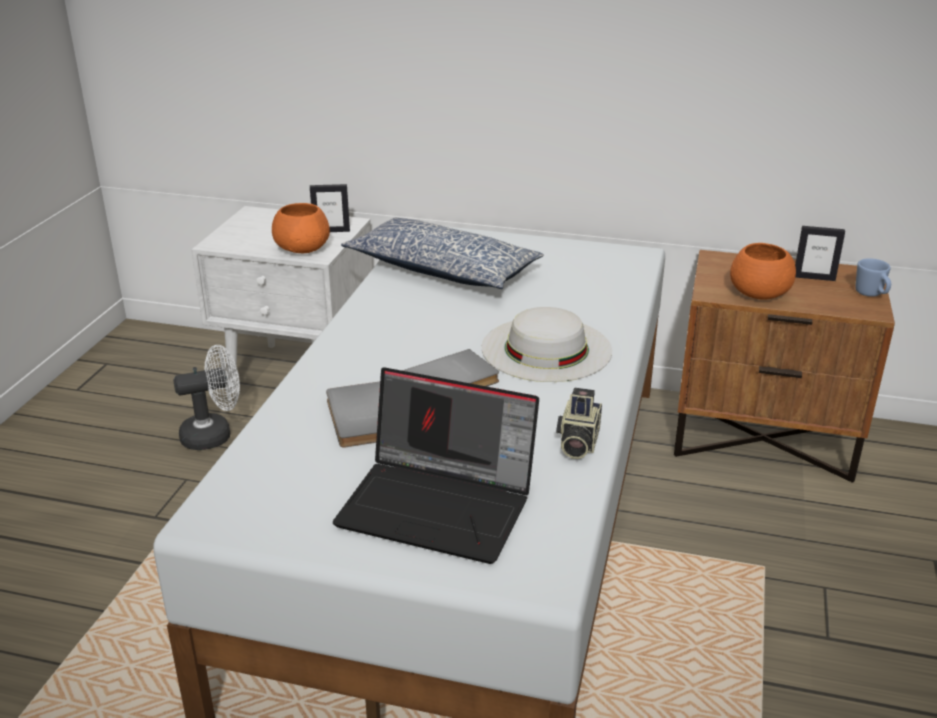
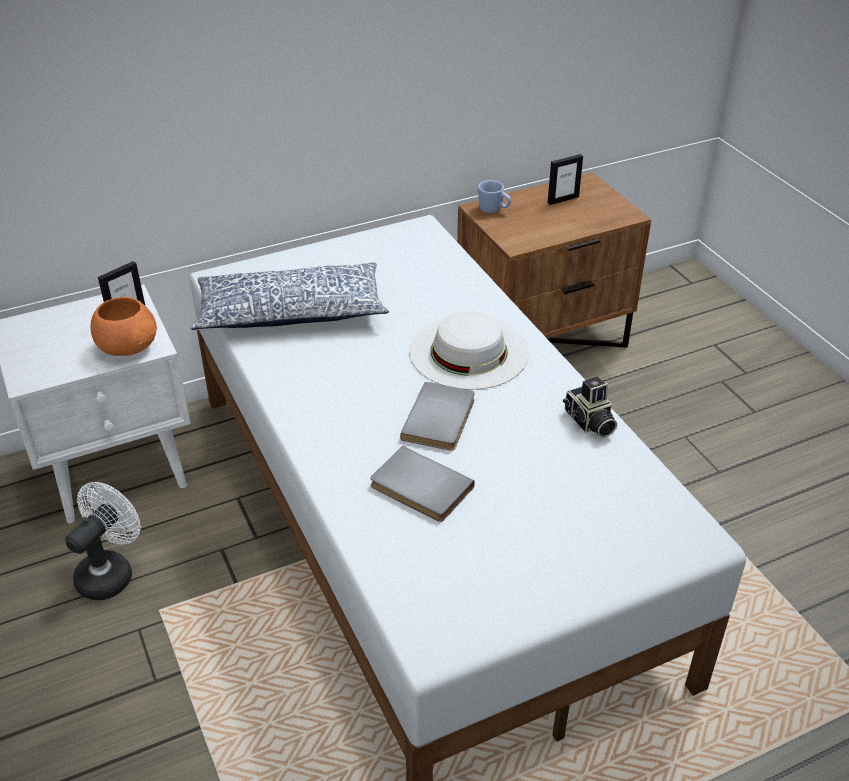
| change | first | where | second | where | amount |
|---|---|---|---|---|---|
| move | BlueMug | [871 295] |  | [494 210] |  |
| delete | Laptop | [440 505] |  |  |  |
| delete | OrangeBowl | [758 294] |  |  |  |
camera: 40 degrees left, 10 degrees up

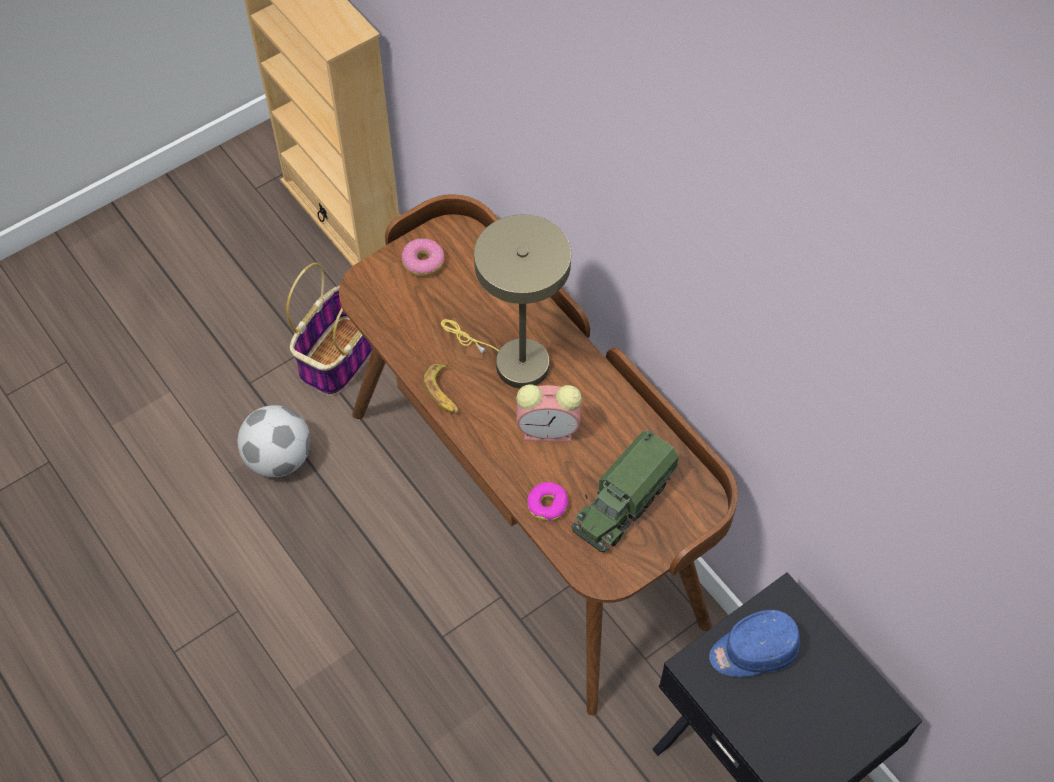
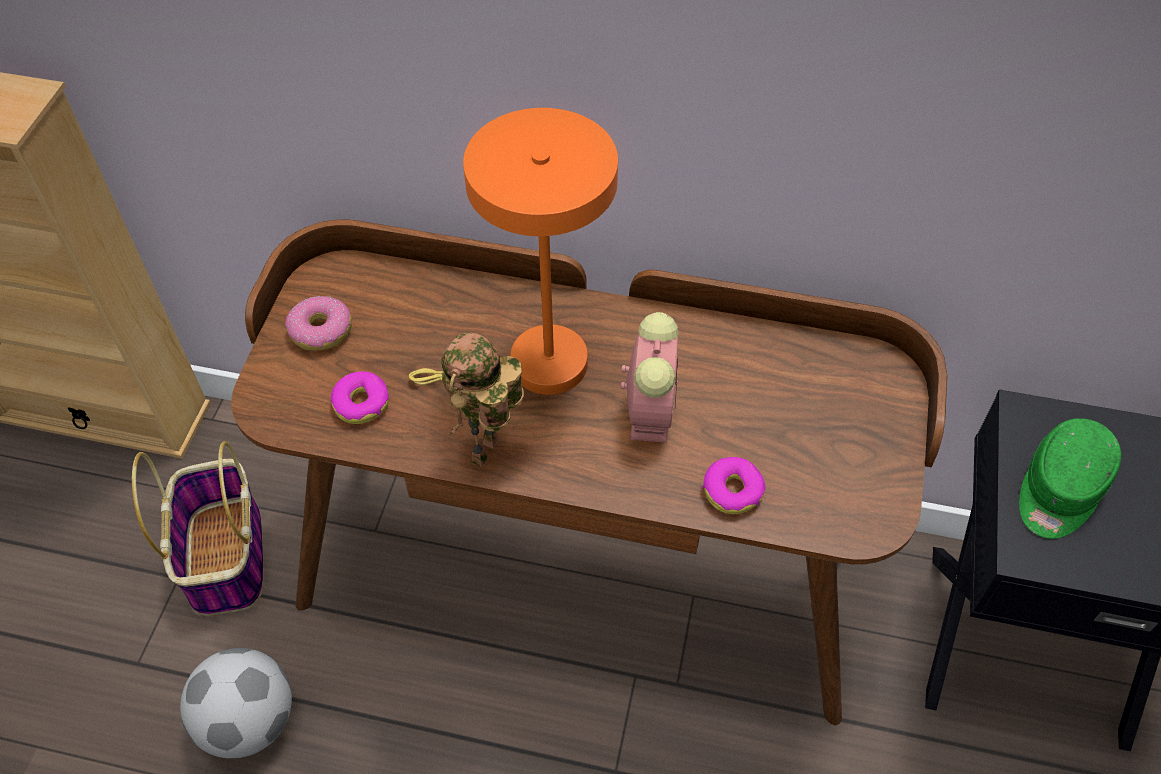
| change | first | where | second | where | amount |
|---|---|---|---|---|---|
| insert |  |  | Donut | [361 403] |  |
| recolor | BeigeTableLamp | [512 361] | OrangeTableLamp | [533 367] |  |
| replace | Banana | [443 392] | ToyRobot | [487 455] |  |
| rotate | AlarmClock | [550 430] |  | [649 409] | 45 degrees counterclockwise |
| recolor | BlueCap | [752 651] | GreenCap | [1059 491] |  |
| delete | ToyTruck | [622 503] |  |  |  |
camera: 40 degrees left, 5 degrees down

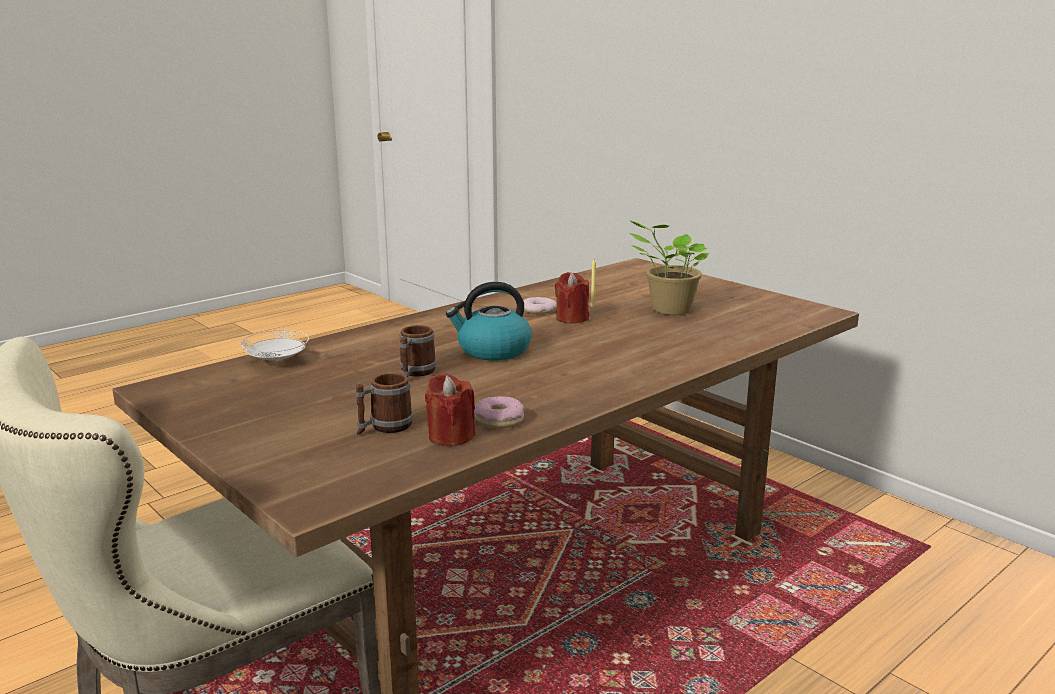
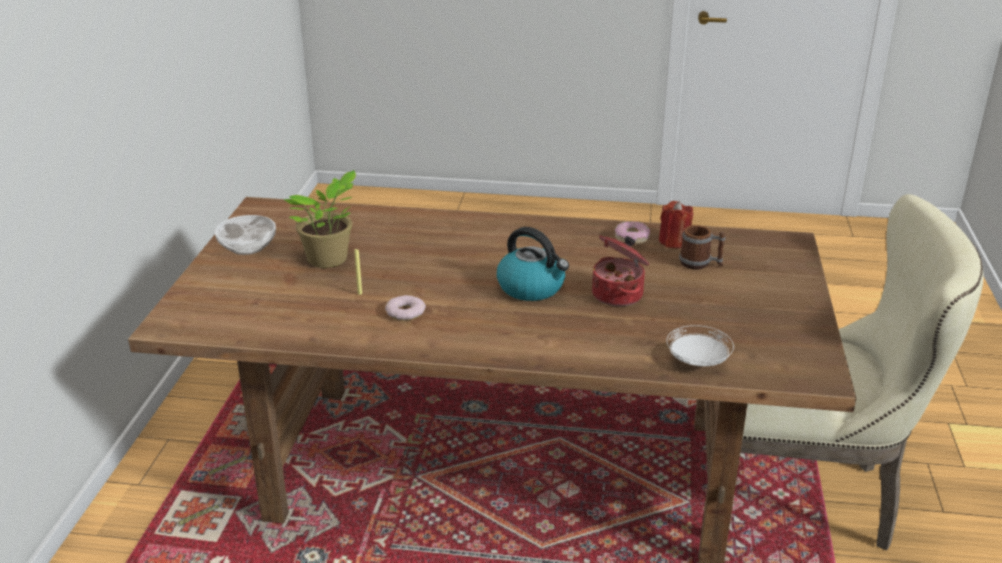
| change | first | where | second | where | amount |
|---|---|---|---|---|---|
| insert |  |  | Bowl | [246 247] |  |
| replace | Mug | [415 373] | CookingPot | [619 294] |  |
| delete | RedCandle | [572 318] |  |  |  |
camera: 130 degrees left, 10 degrees up

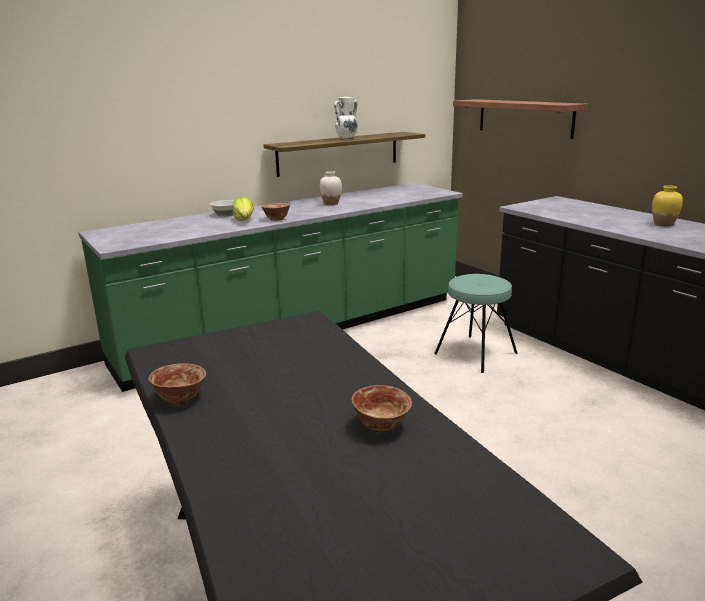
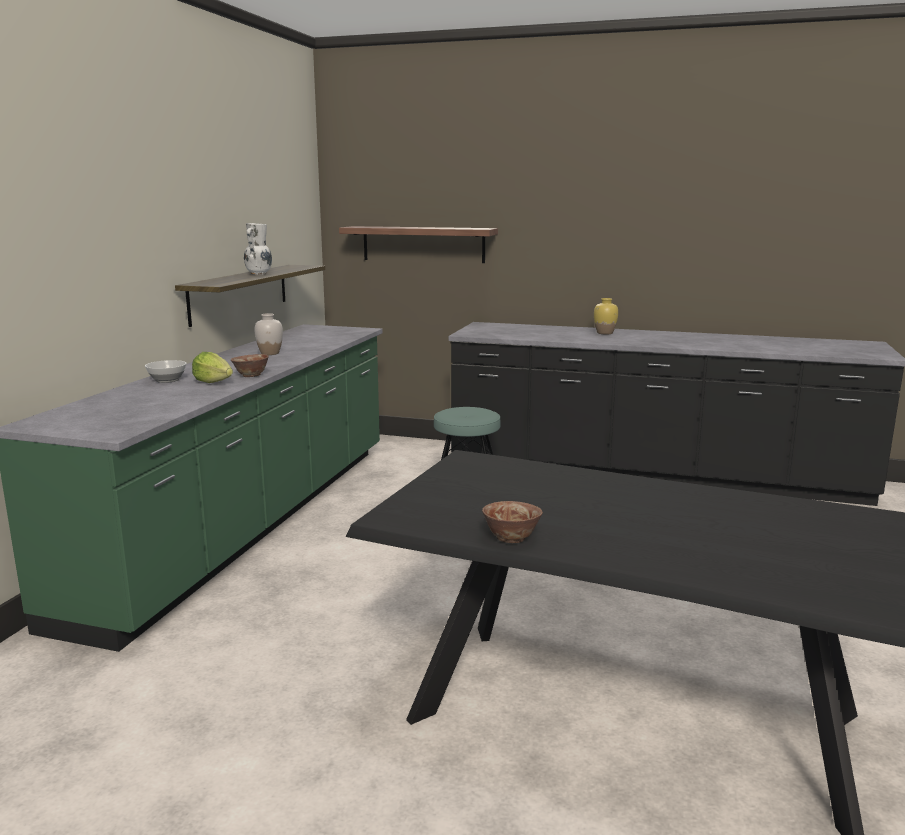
| change | first | where | second | where | amount |
|---|---|---|---|---|---|
| delete | Bowl | [381 426] |  |  |  |
camera: 40 degrees left, 5 degrees down

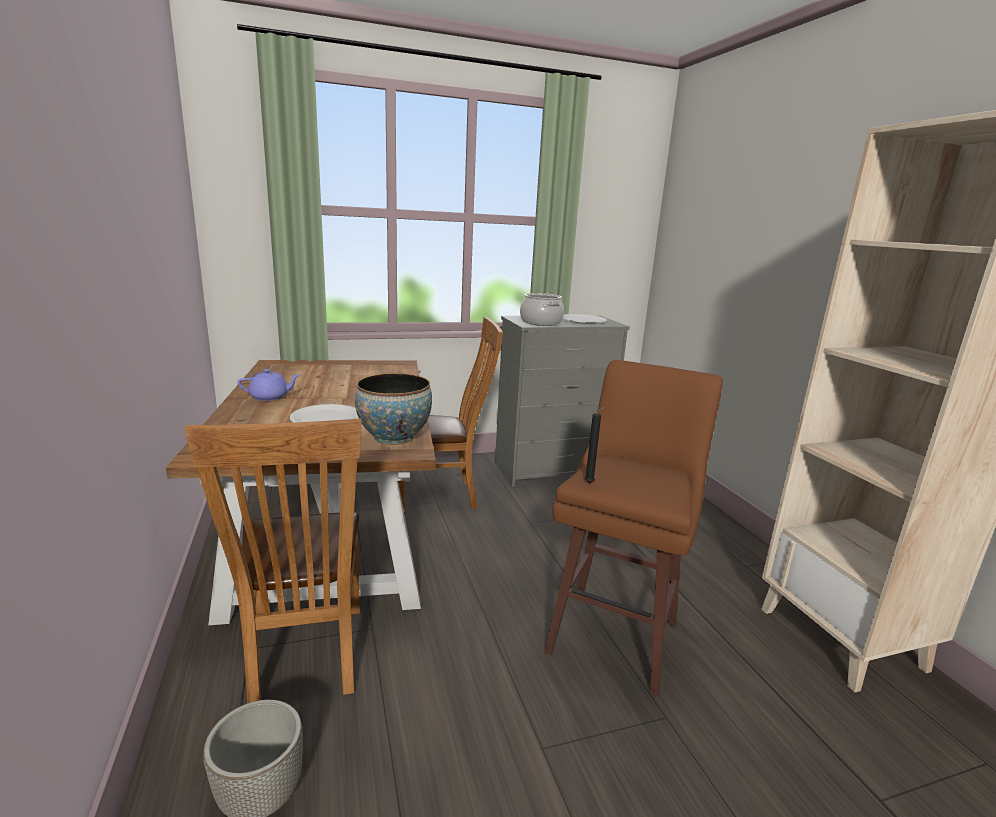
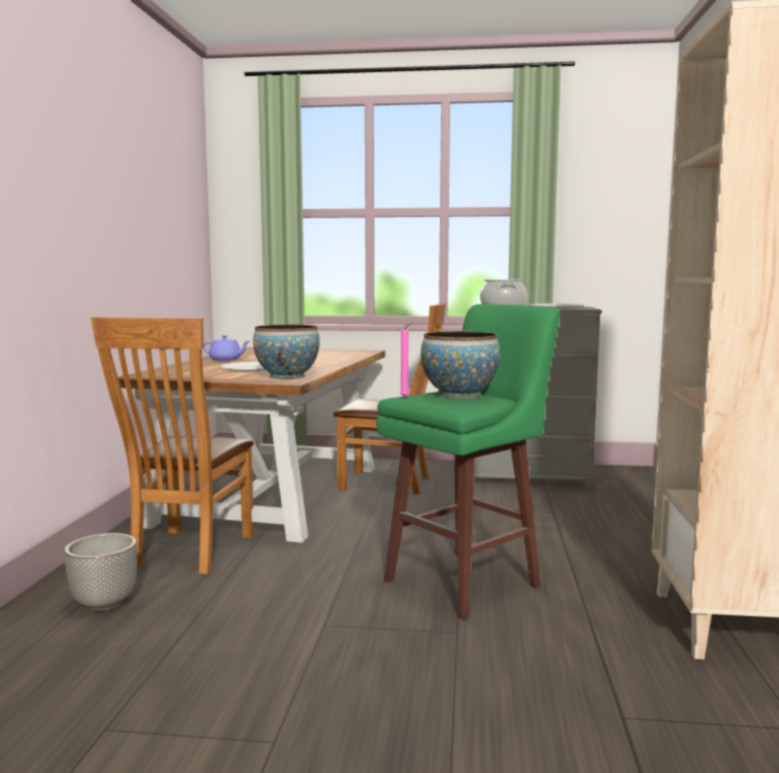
| change | first | where | second | where | amount |
|---|---|---|---|---|---|
| recolor | BrownStool | [615 635] | GreenStool | [466 583] |  |
| recolor | BlackCandle | [590 483] | PinkCandle | [406 397] |  |
| insert |  |  | Bowl | [459 395] |  |
camera: 25 degrees right, 10 degrees down

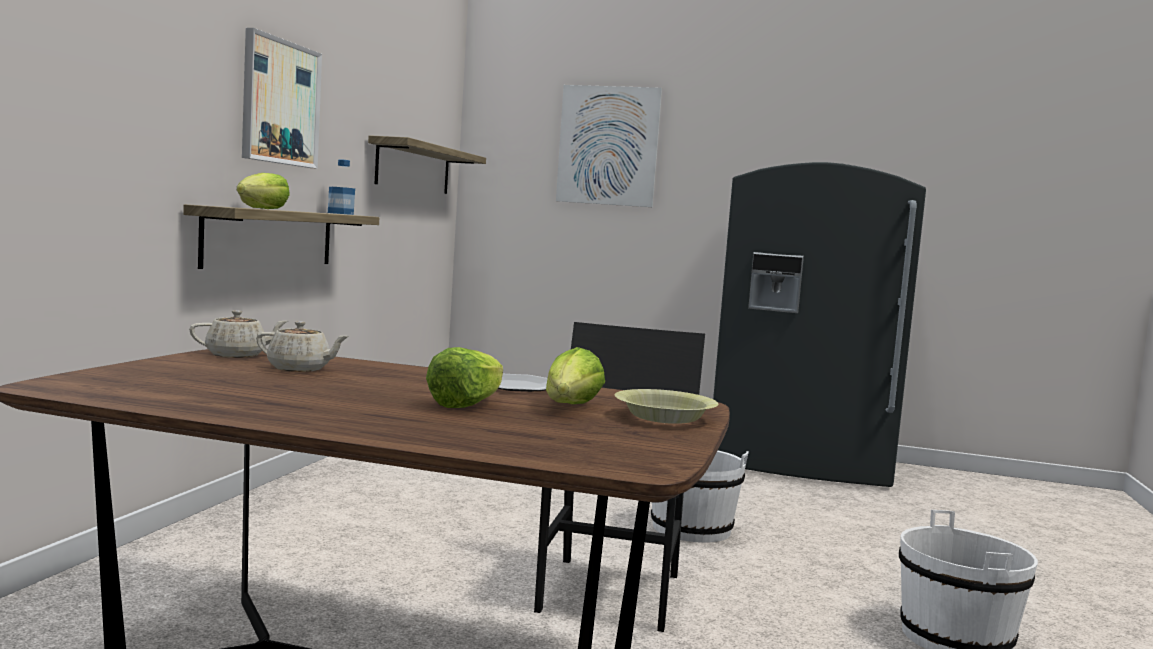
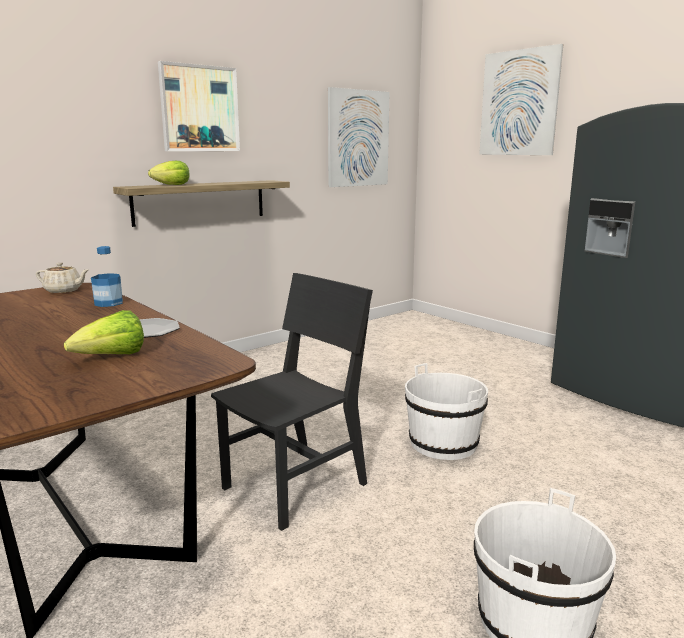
| change | first | where | second | where | amount |
|---|---|---|---|---|---|
| move | Bottle | [340 213] |  | [108 303] |  |
| replace | Shelf | [414 168] | Picture | [358 138] |  |
| delete | BeigeTeapot | [300 369] |  |  |  |
| delete | Lettuce | [466 405] |  |  |  |
| delete | YellowBowl | [664 418] |  |  |  |
camera: 35 degrees right, 10 degrees up

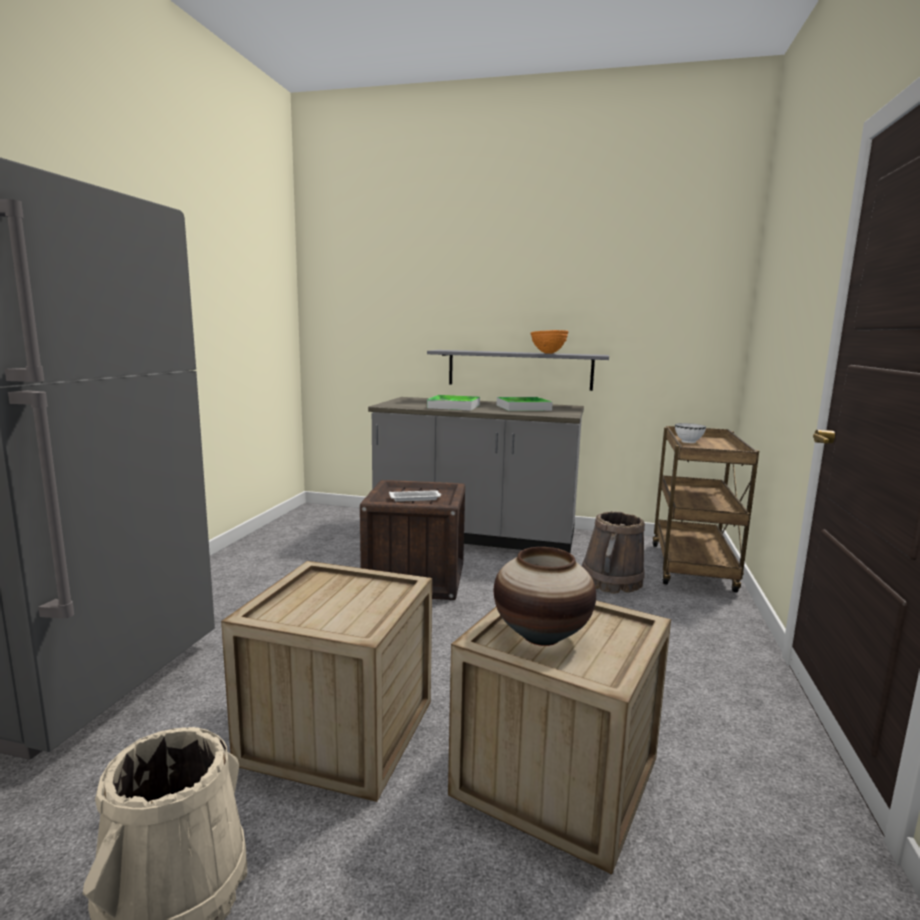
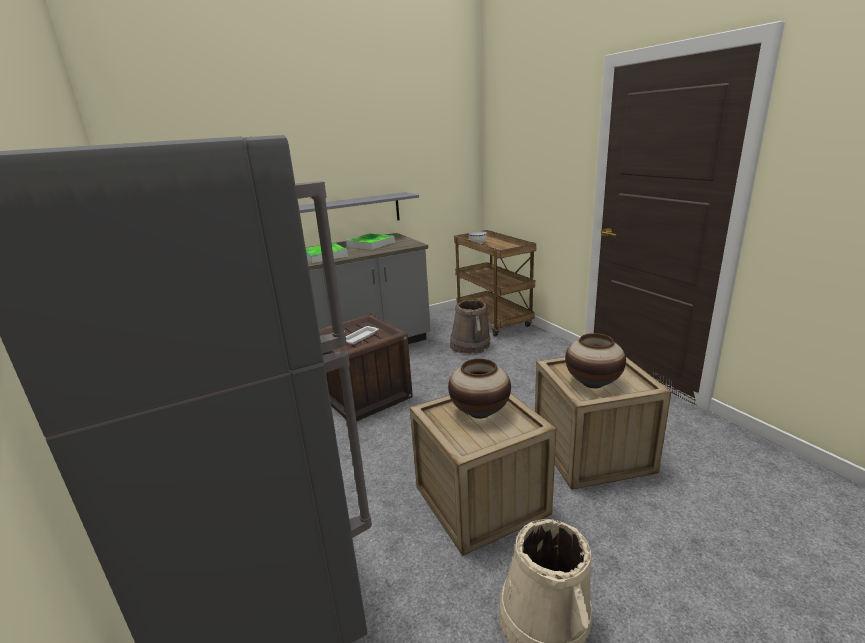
| change | first | where | second | where | amount |
|---|---|---|---|---|---|
| insert |  |  | Vase | [480 412] |  |
| delete | OrangeBowl | [548 353] |  |  |  |
camera: 40 degrees left, 10 degrees up

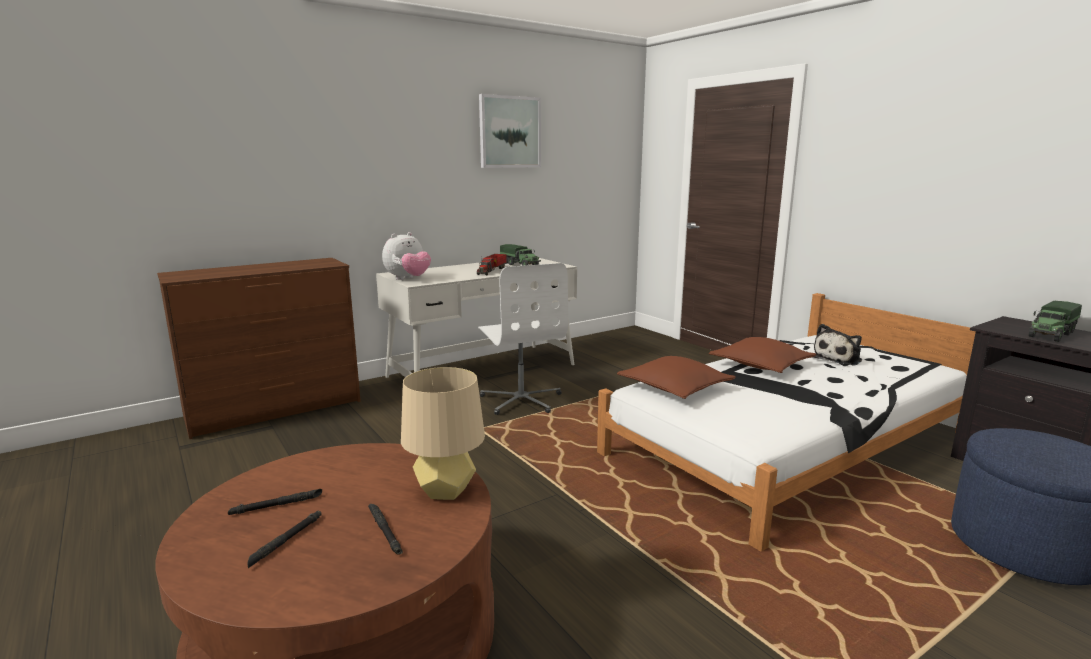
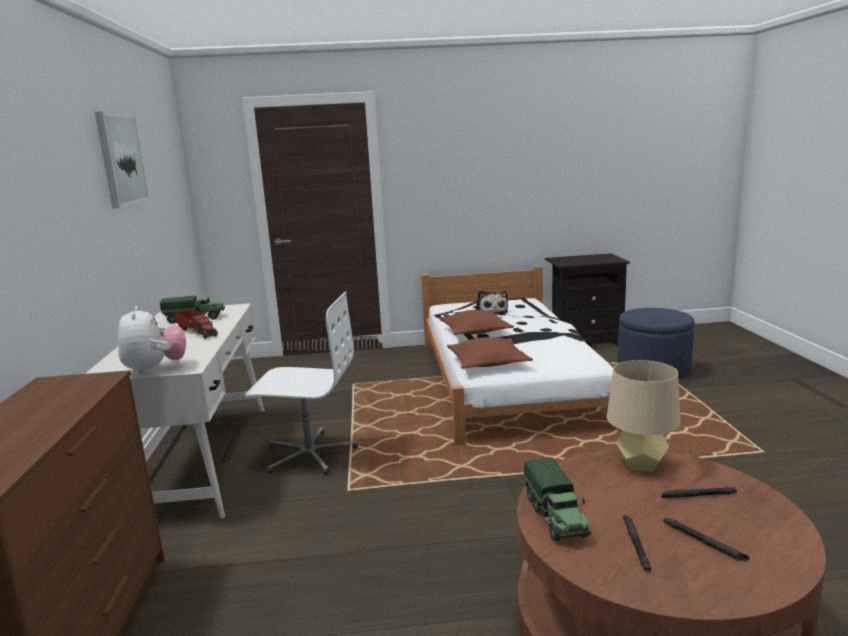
| change | first | where | second | where | amount |
|---|---|---|---|---|---|
| move | ToyTruck | [1051 334] |  | [555 517] |  |
camera: 60 degrees left, 0 degrees up

